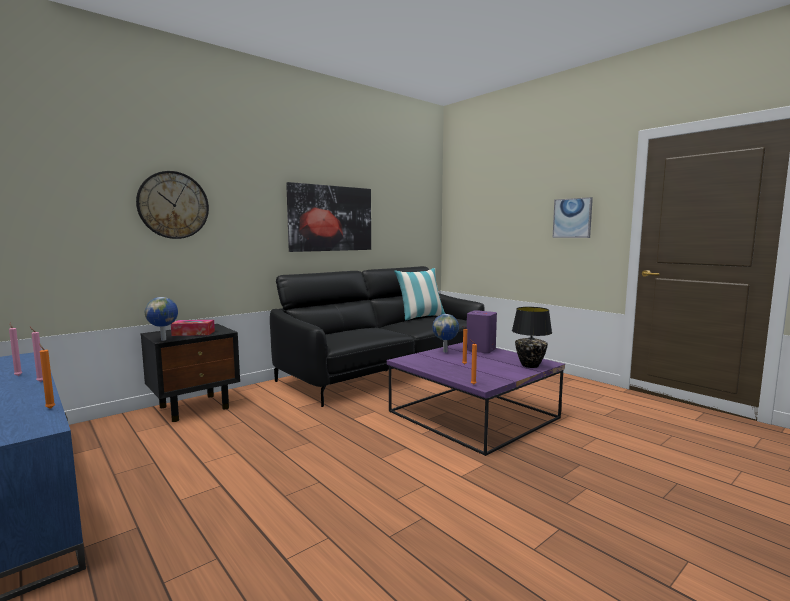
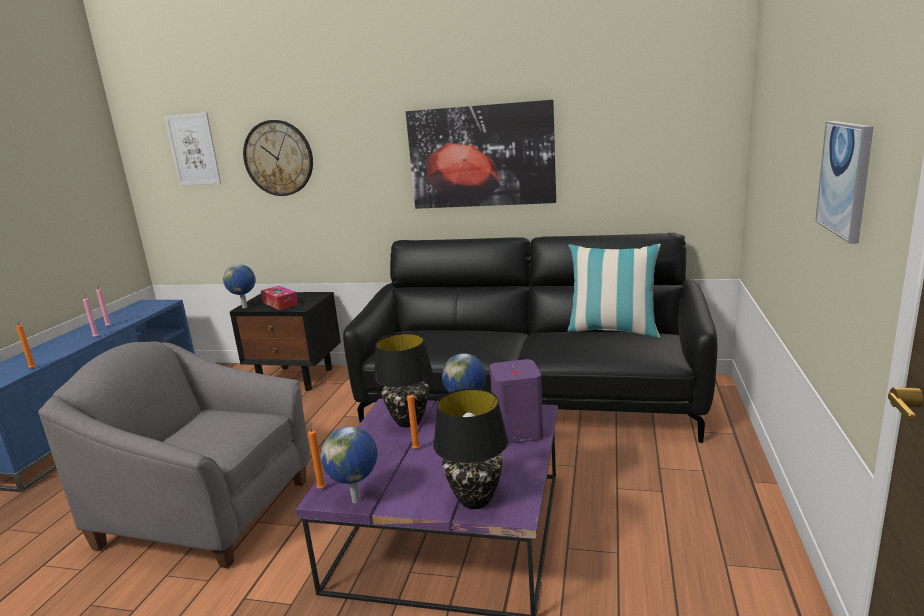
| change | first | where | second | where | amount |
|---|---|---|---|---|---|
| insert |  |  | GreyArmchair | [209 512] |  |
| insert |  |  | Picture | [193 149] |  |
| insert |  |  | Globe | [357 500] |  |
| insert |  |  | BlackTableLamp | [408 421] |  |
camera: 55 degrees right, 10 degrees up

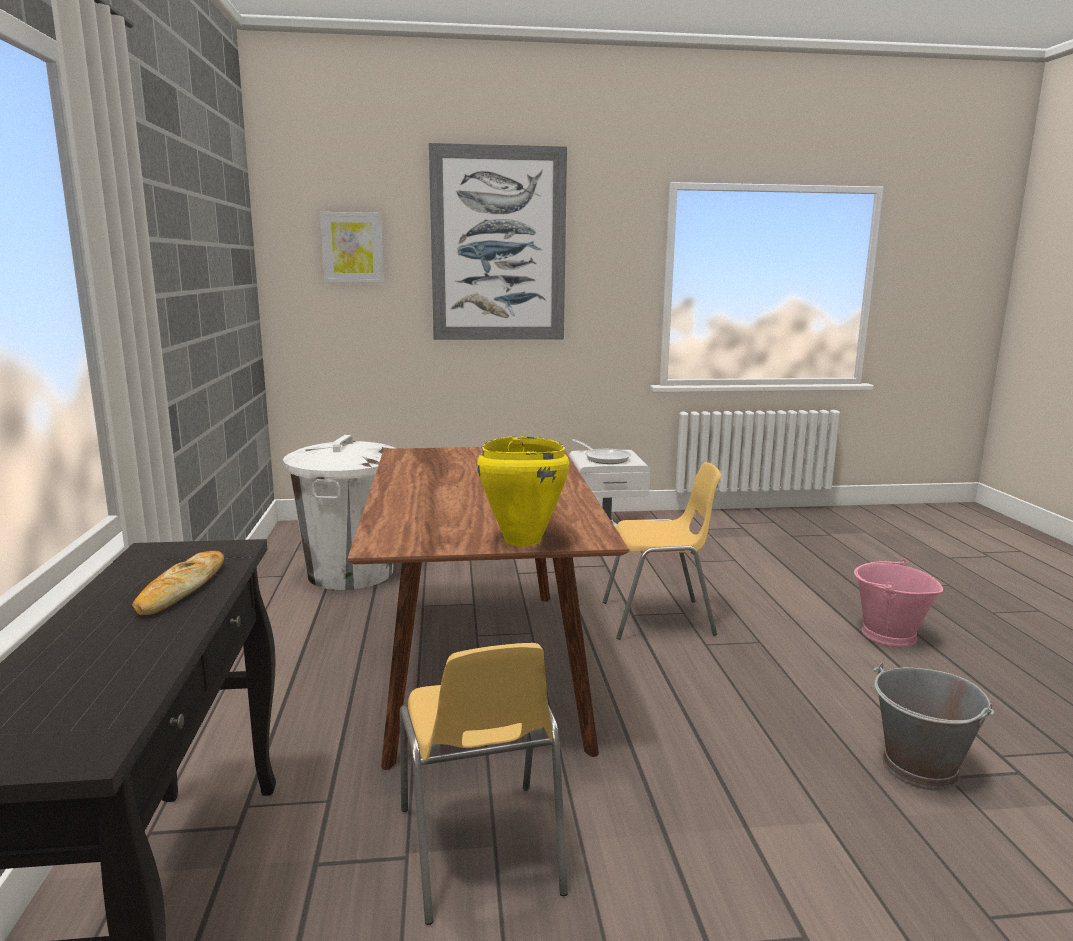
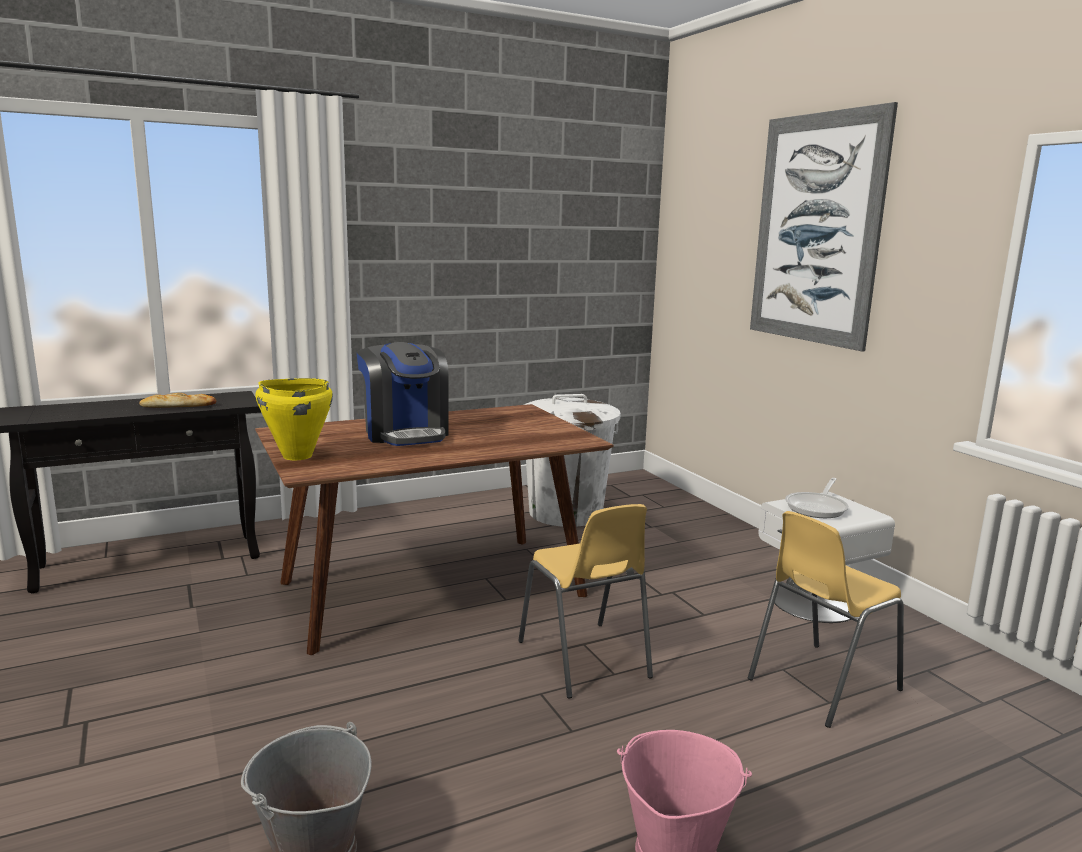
| change | first | where | second | where | amount |
|---|---|---|---|---|---|
| insert |  |  | CoffeeMachine | [405 433] |  |
| move | YellowChair | [480 851] |  | [821 684] |  |
| delete | Picture | [352 248] |  |  |  |
camera: 70 degrees right, 0 degrees up

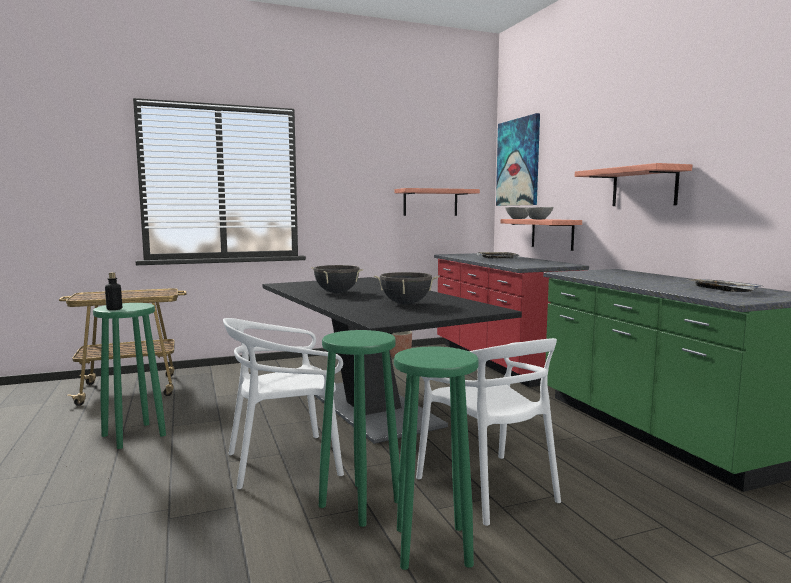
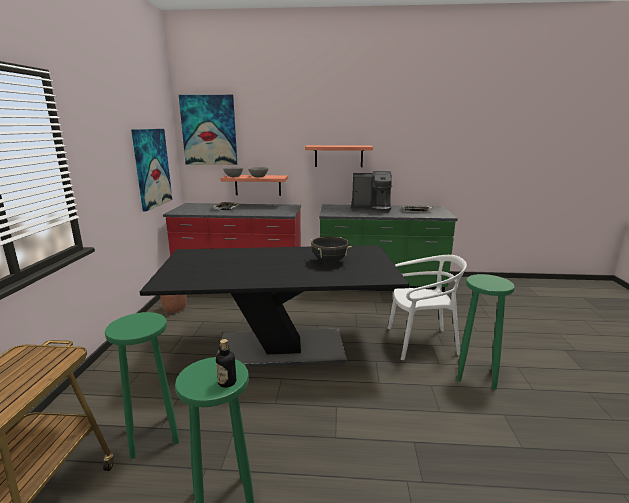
| change | first | where | second | where | amount |
|---|---|---|---|---|---|
| move | GreenStool | [361 504] |  | [154 435] |  |
| replace | Shelf | [430 202] | Picture | [152 168] |  |
| insert |  |  | CoffeeMachine | [371 209] |  |
| delete | WhiteChair | [285 462] |  |  |  |
| delete | BlackCookingPot | [336 293] |  |  |  |
camera: 65 degrees left, 10 degrees up

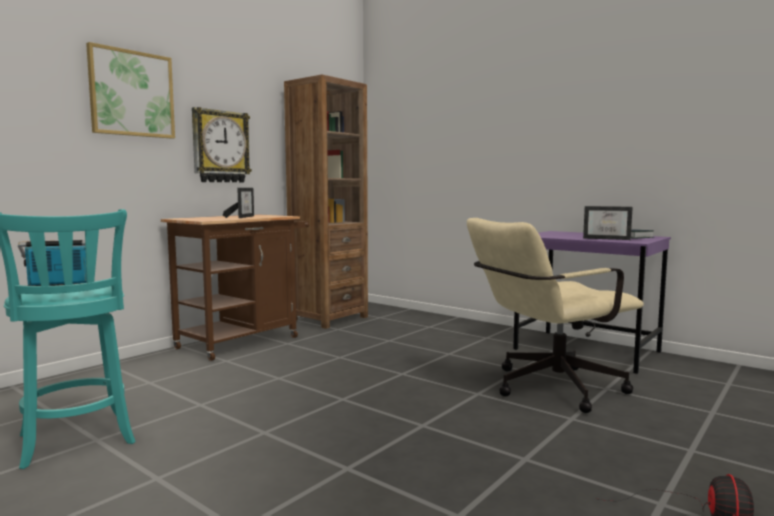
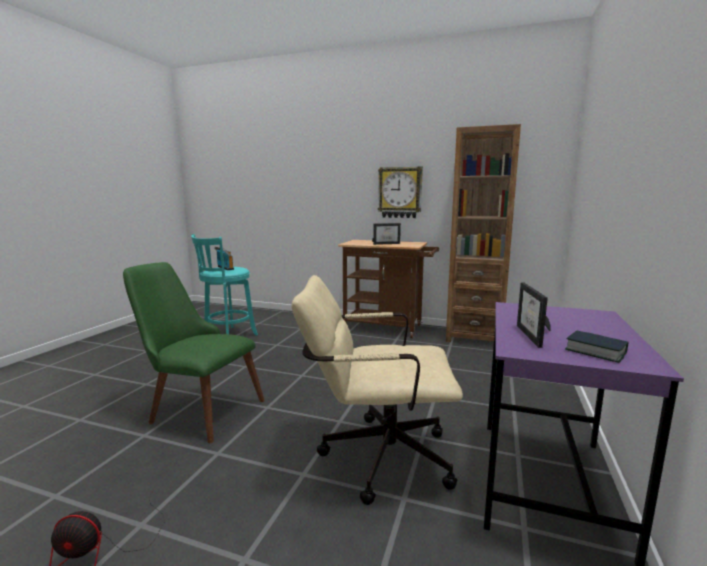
| change | first | where | second | where | amount |
|---|---|---|---|---|---|
| insert |  |  | GreenChair | [197 409] |  |
| rotate | BeigeOfficeChair | [546 389] |  | [375 456] | 45 degrees counterclockwise |
| delete | Picture | [132 94] |  |  |  |
camera: 70 degrees right, 5 degrees up

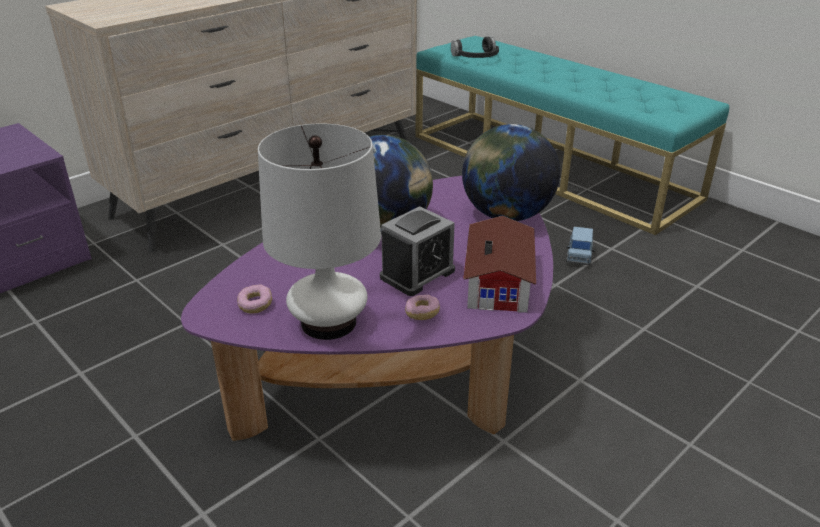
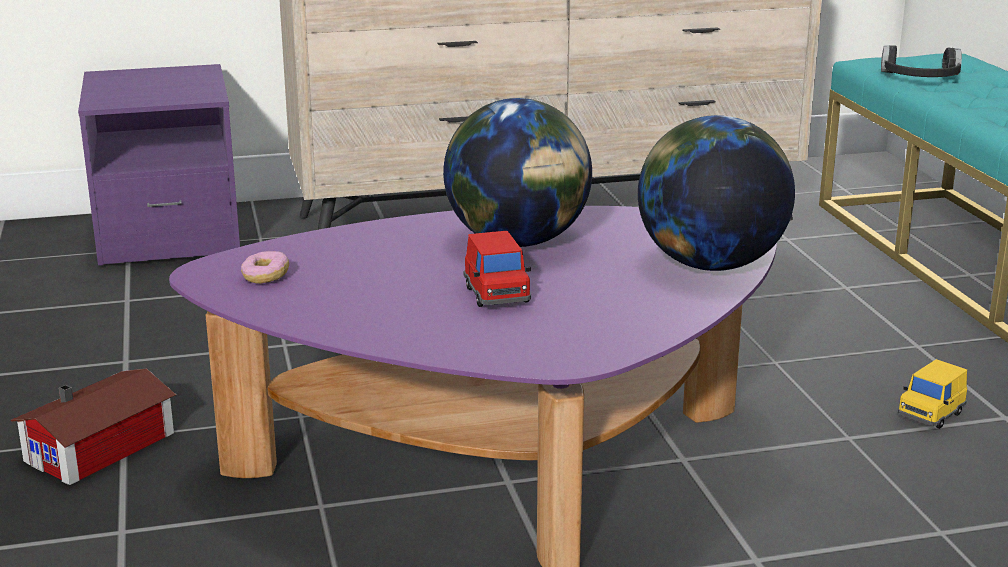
| change | first | where | second | where | amount |
|---|---|---|---|---|---|
| move | ToyHouse | [501 280] |  | [105 446] |  |
| replace | AlarmClock | [417 274] | RedToyCar | [497 295] |  |
| recolor | BlueToyCar | [579 257] | YellowToyCar | [930 414] |  |
| delete | WhiteTableLamp | [328 322] |  |  |  |
| delete | Donut | [422 314] |  |  |  |
camera: 30 degrees right, 10 degrees down

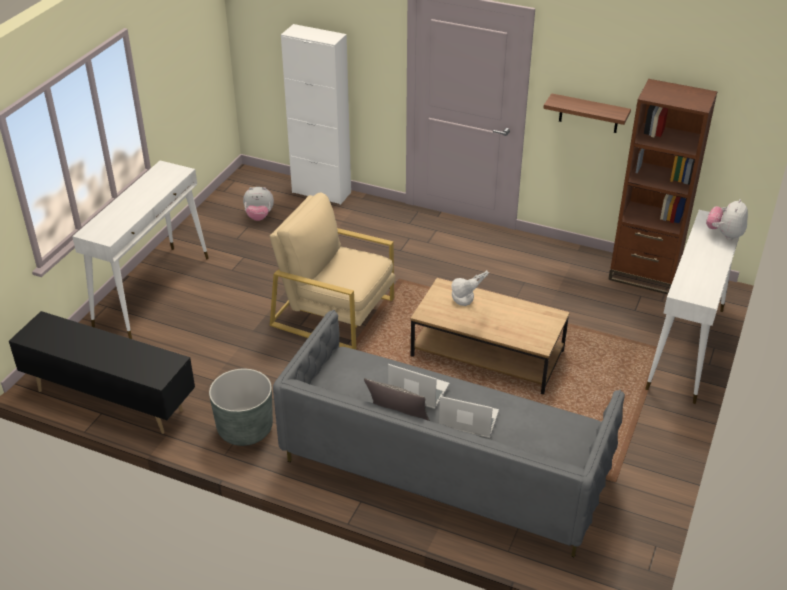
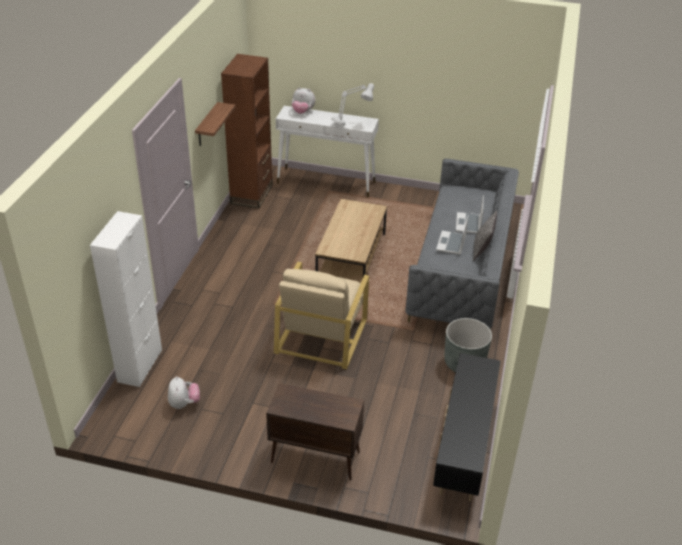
| change | first | where | second | where | amount |
|---|---|---|---|---|---|
| replace | WhiteConsoleTable | [153 291] | BrownCabinet | [314 457] |  |
| move | GreyTableLamp | [466 313] |  | [351 123] |  |
camera: 100 degrees left, 0 degrees up

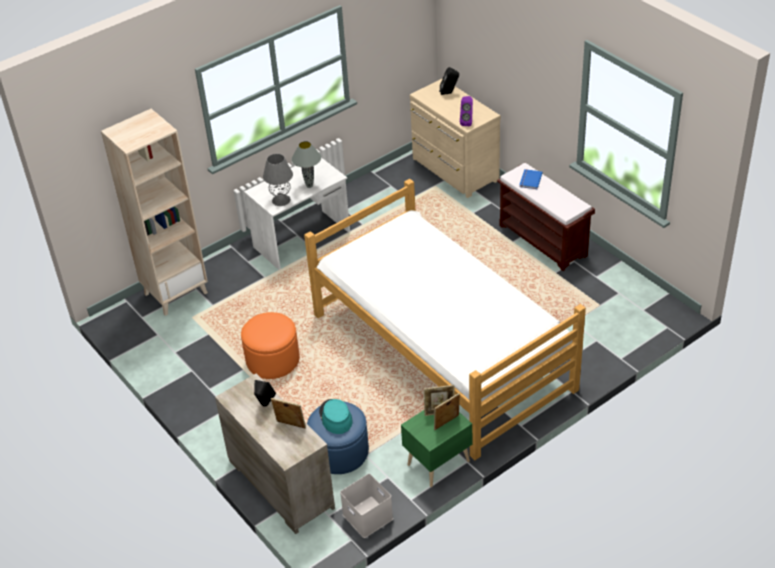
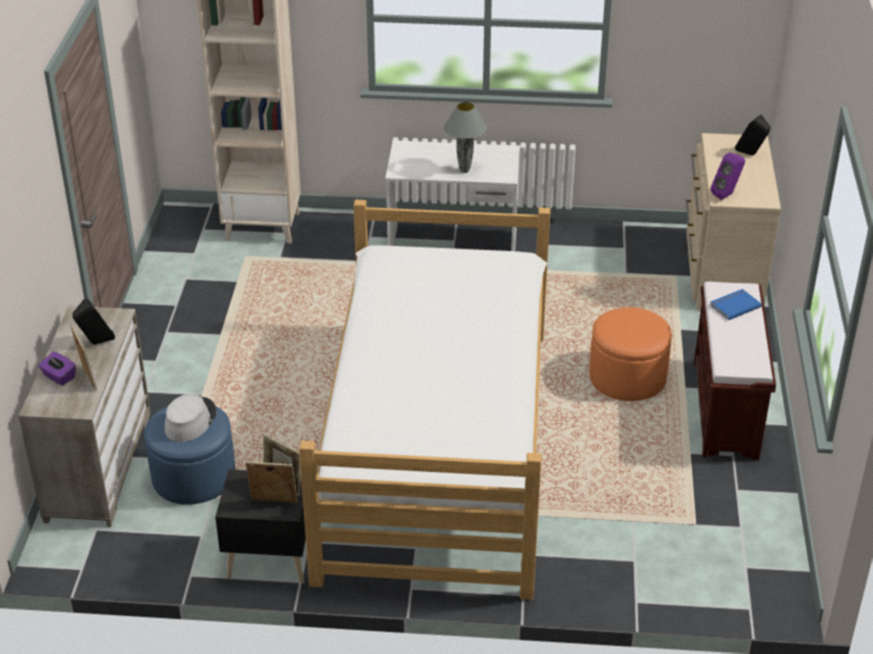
| change | first | where | second | where | amount |
|---|---|---|---|---|---|
| insert |  |  | PurpleTissueBox | [59 377] |  |
| recolor | TurquoiseHat | [335 417] | GreyHat | [190 420] |  |
| recolor | GreenNightstand | [437 463] | BlackNightstand | [268 559] |  |
| move | OrangeOttoman | [272 360] |  | [627 377] |  |
| delete | GreyTableLamp | [281 200] |  |  |  |
| delete | WhiteStorageBox | [366 516] |  |  |  |
camera: 40 degrees right, 5 degrees down

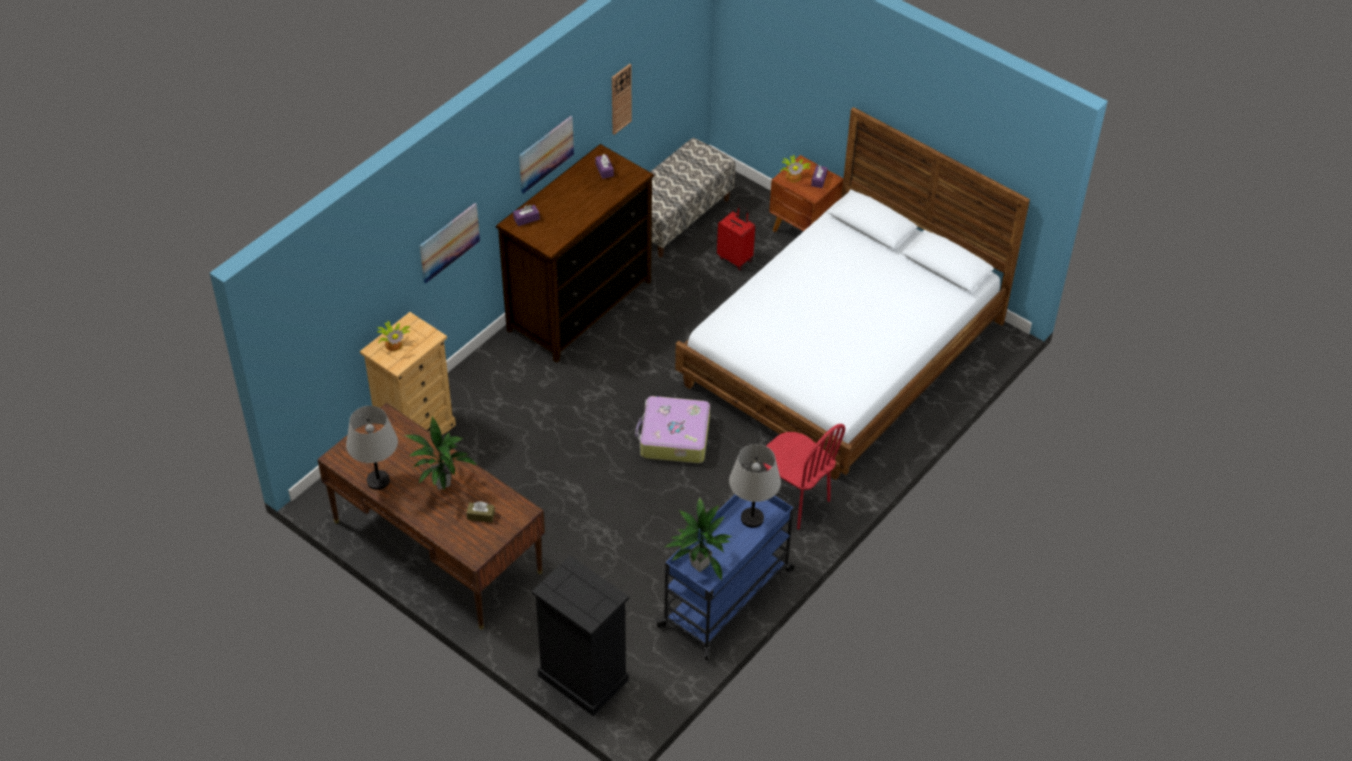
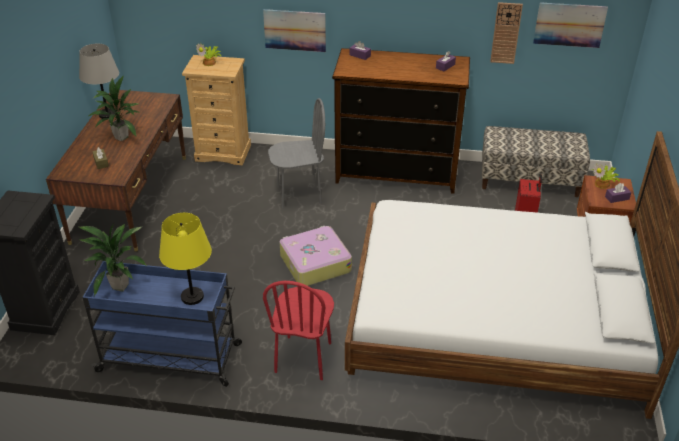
| change | first | where | second | where | amount |
|---|---|---|---|---|---|
| recolor | GreyTableLamp | [752 518] | YellowTableLamp | [192 297] |  |
| insert |  |  | GreyChair | [299 195] |  |
| move | Picture | [546 154] |  | [569 25] |  |
camera: 60 degrees right, 10 degrees down

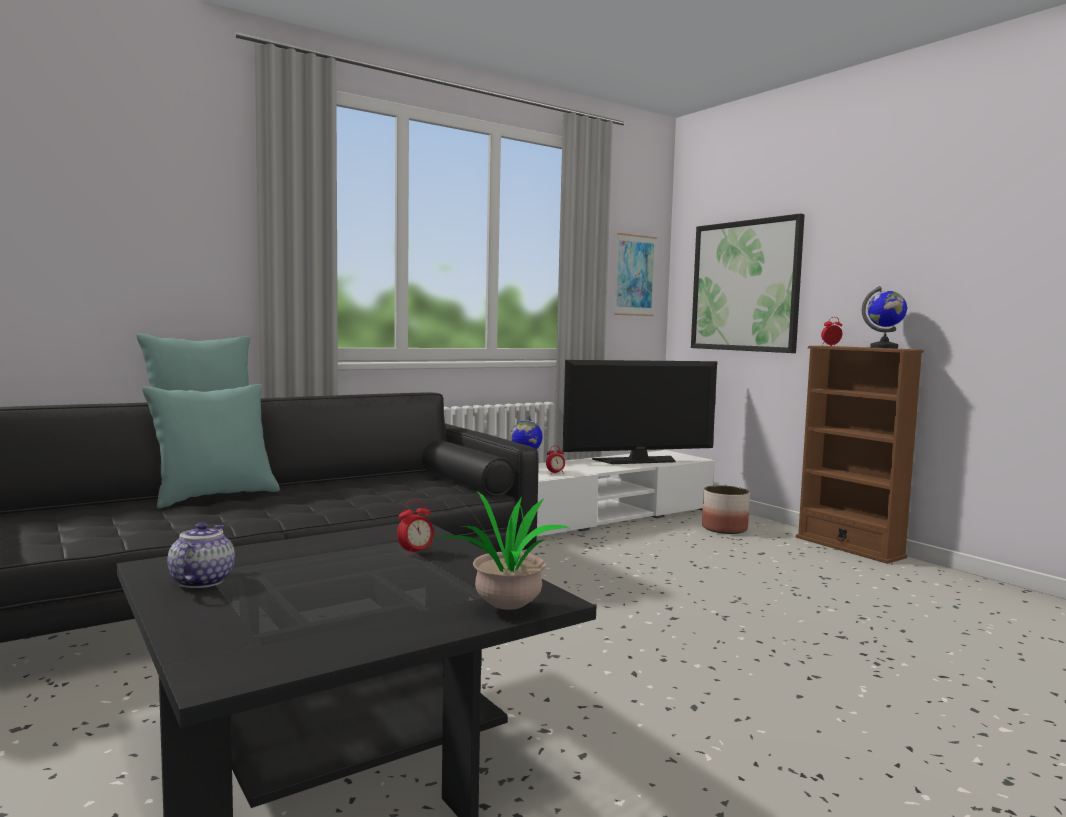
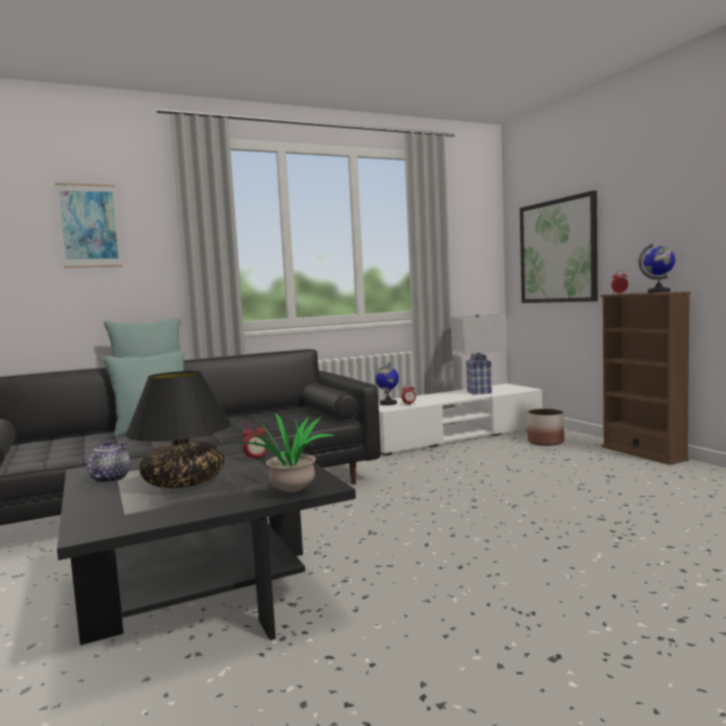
| change | first | where | second | where | amount |
|---|---|---|---|---|---|
| move | Picture | [634 275] |  | [89 226] |  |
| insert |  |  | BlackTableLamp | [184 482] |  |
| replace | Television | [638 460] | WhiteTableLamp | [479 392] |  |
camera: 10 degrees right, 0 degrees up

